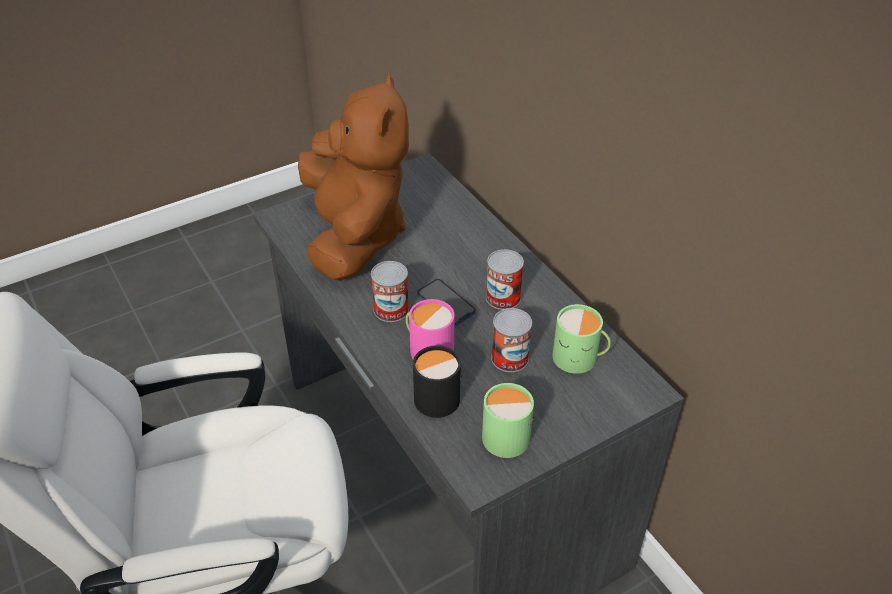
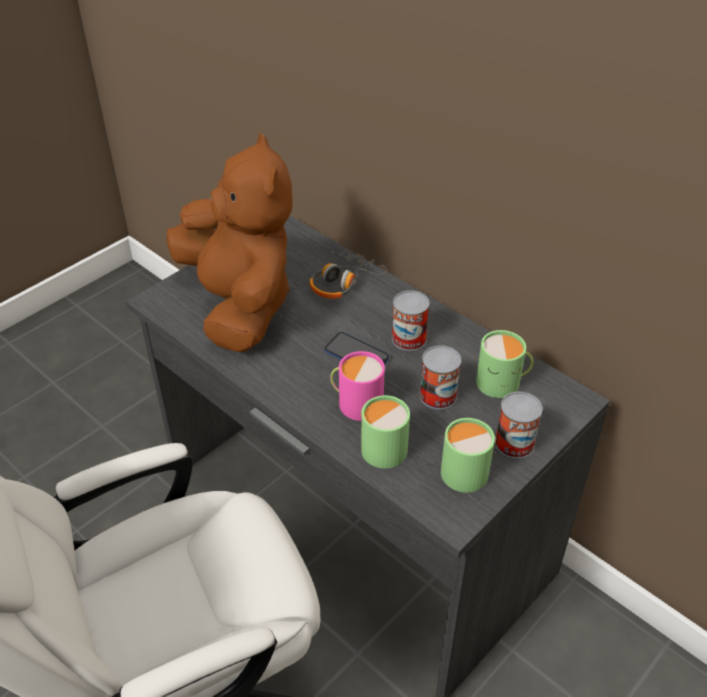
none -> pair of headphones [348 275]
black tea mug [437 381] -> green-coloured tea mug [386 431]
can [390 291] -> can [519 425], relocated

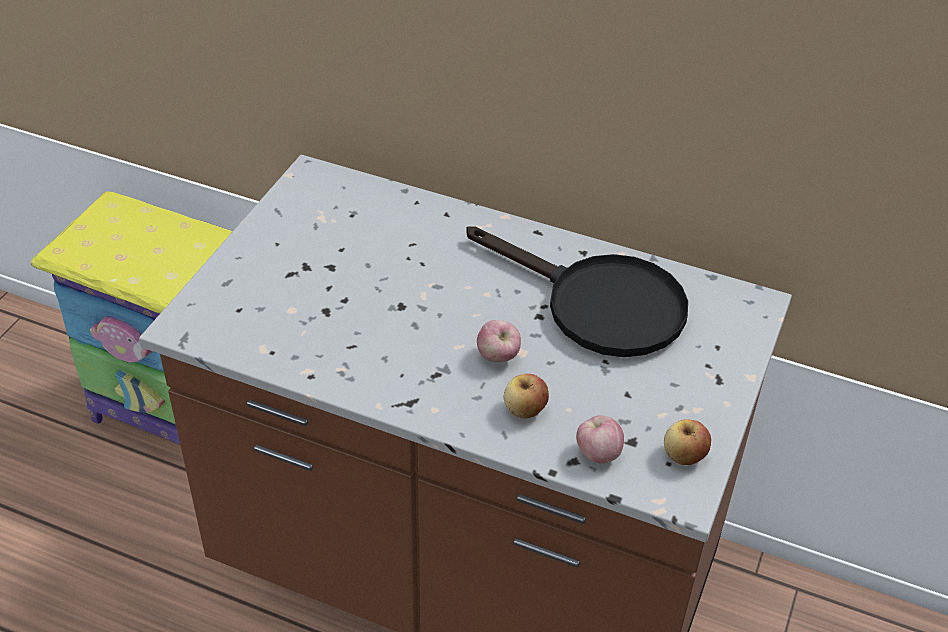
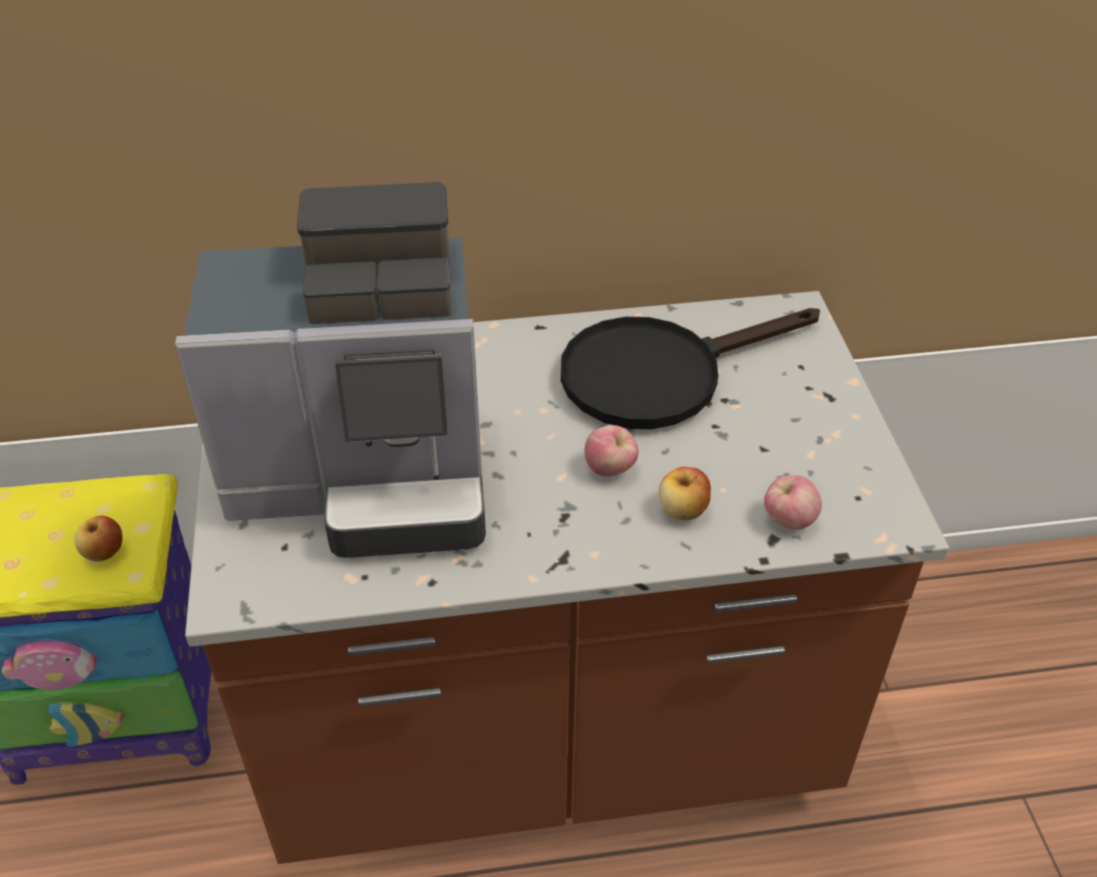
whole apple [687 442] -> whole apple [98 539], relocated
none -> coffee machine [330 370]
black skillet [577 291] -> black skillet [690 368], 150 degrees clockwise

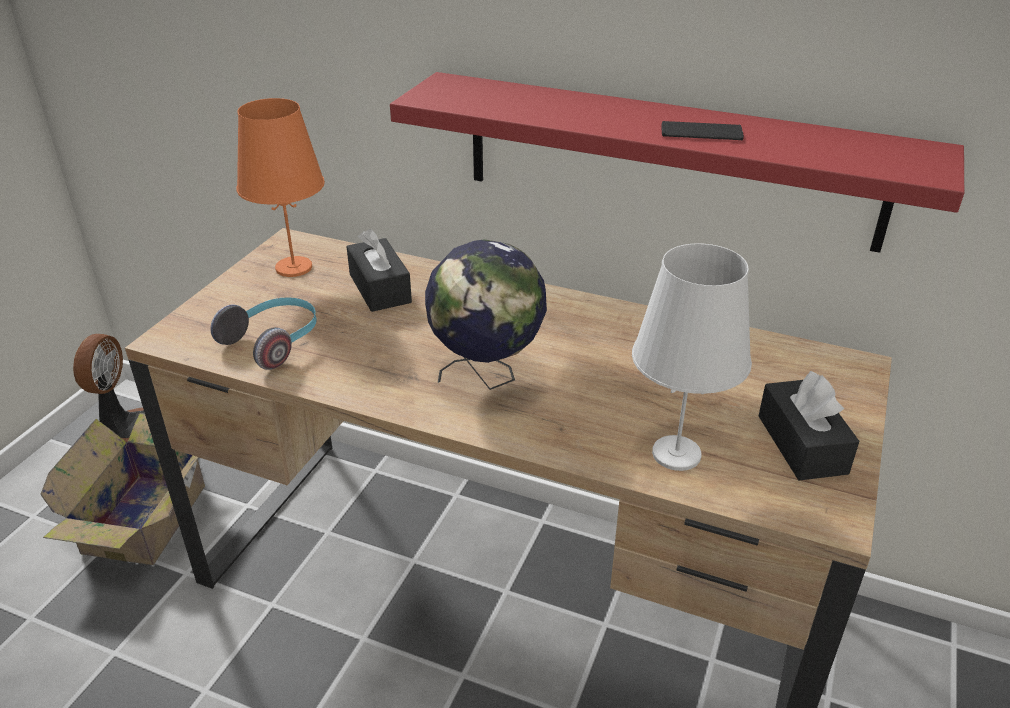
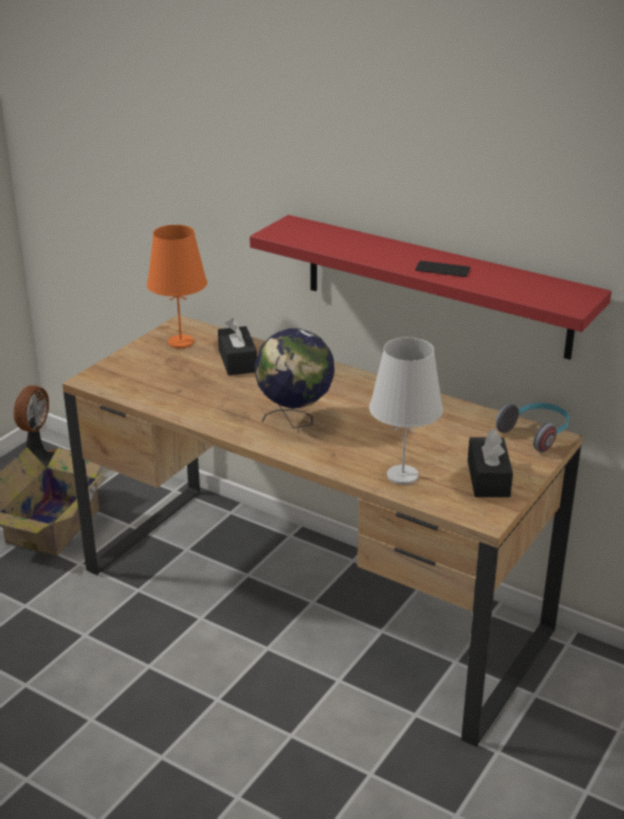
pair of headphones [263 333] -> pair of headphones [532 427], relocated

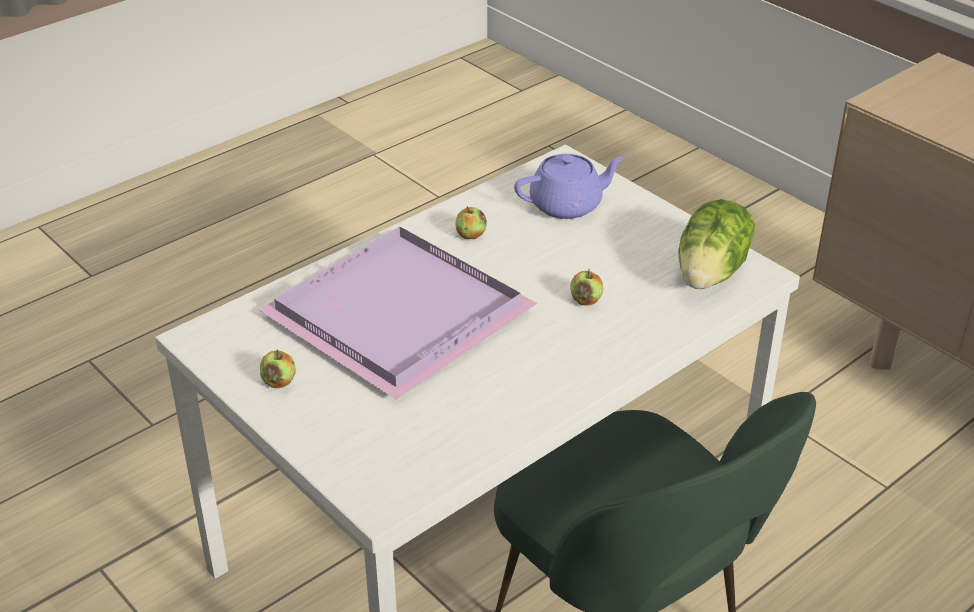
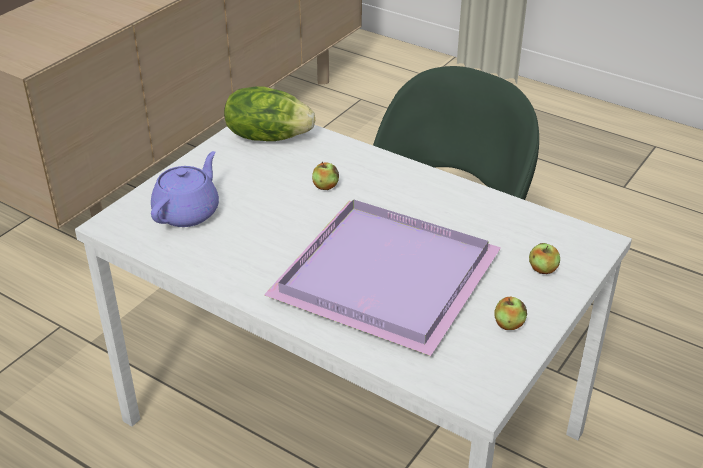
purple-coloured pot for tea [570 186] -> purple-coloured pot for tea [185 189], 60 degrees clockwise
whole apple [471 222] -> whole apple [544 258], relocated

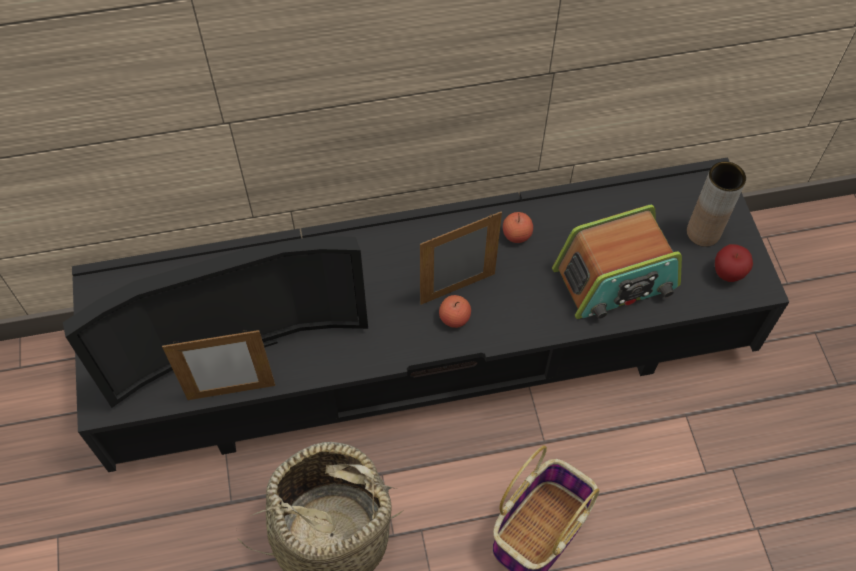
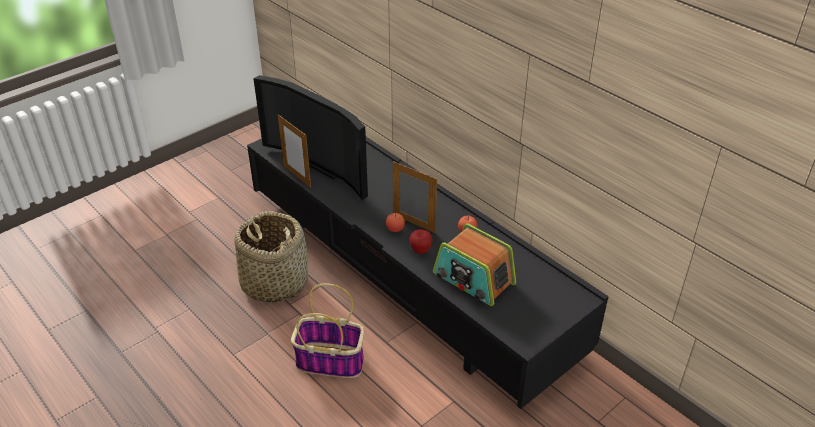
whole apple [734 263] -> whole apple [421 241], relocated
brownish vase [716 204] -> none

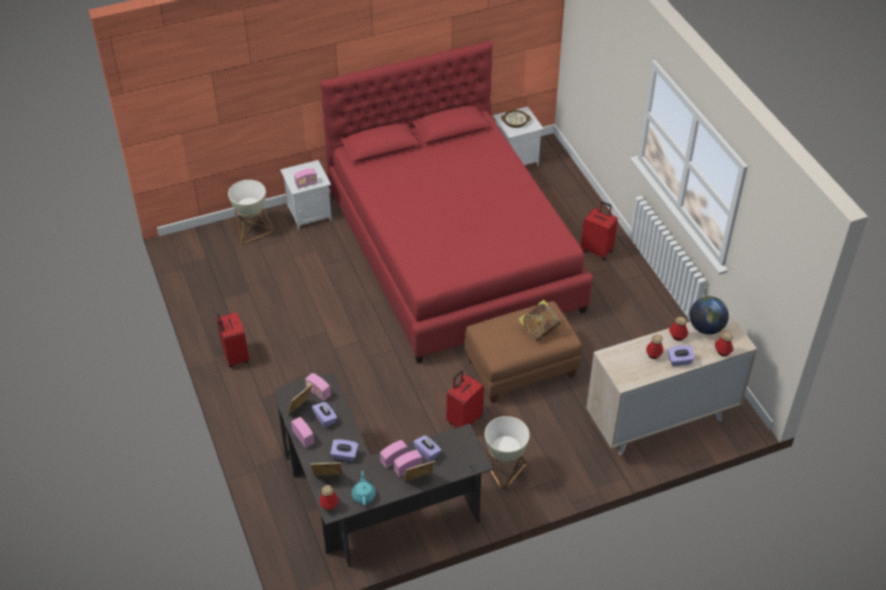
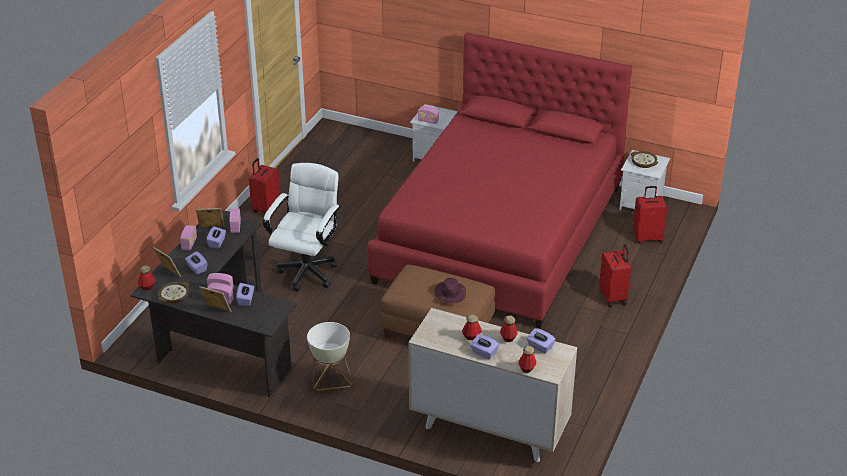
turquoise-coloured pot for tea [364 488] -> bowl [173 293]
none -> whitish desk chair [302 227]
volume [539 320] -> purple-coloured clothing hat [450 290]
globe [709 315] -> purple-coloured tissue holder [541 340]
red-coloured travel case [465 399] -> red-coloured travel case [650 215], relocated
planter [251 212] -> none

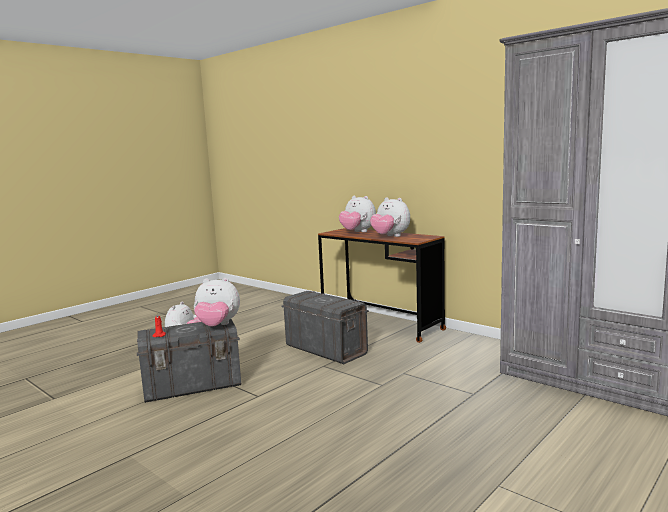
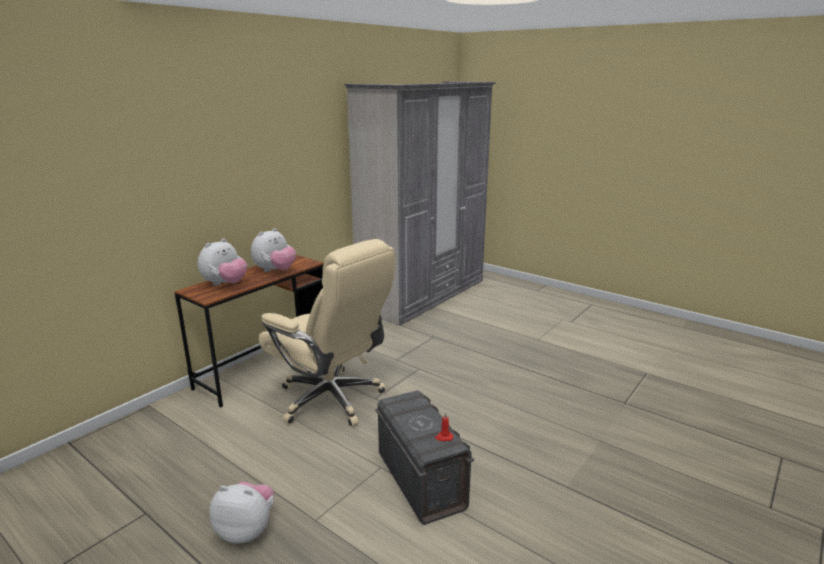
gray storage box [325 327] -> sand-coloured desk chair [327 333]
plush toy [217 302] -> none

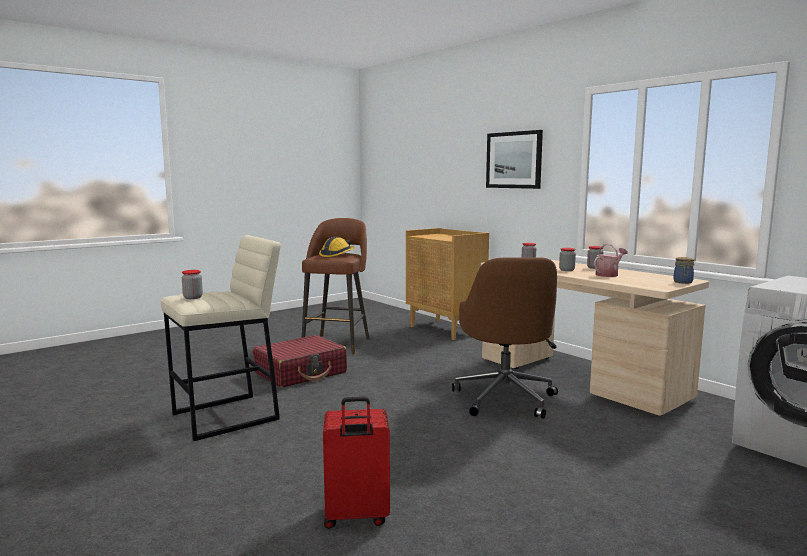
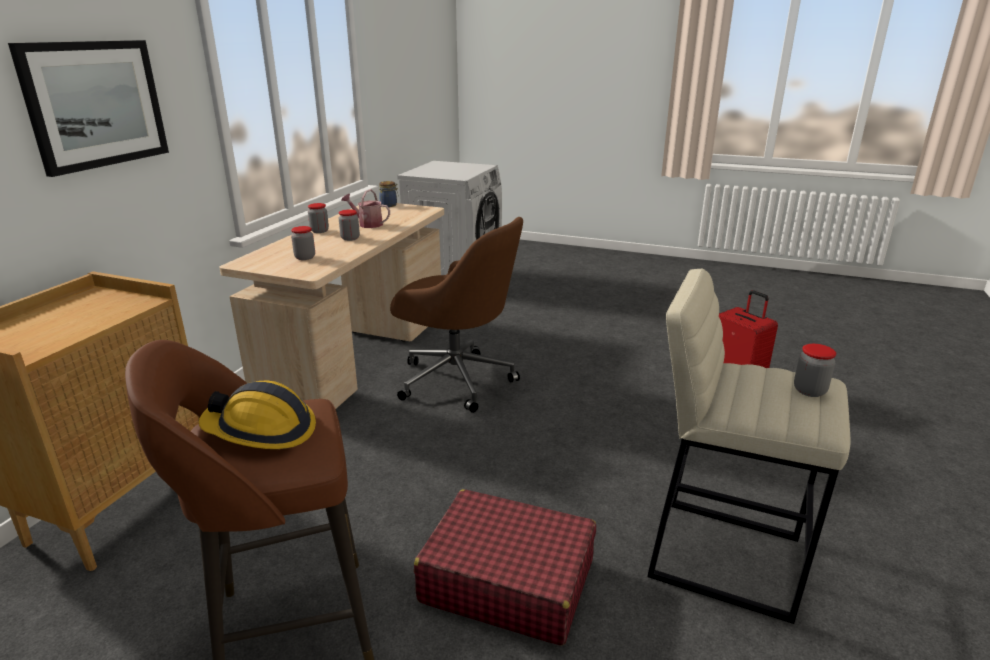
brownish desk chair [505 338] -> brownish desk chair [456 315], 60 degrees clockwise

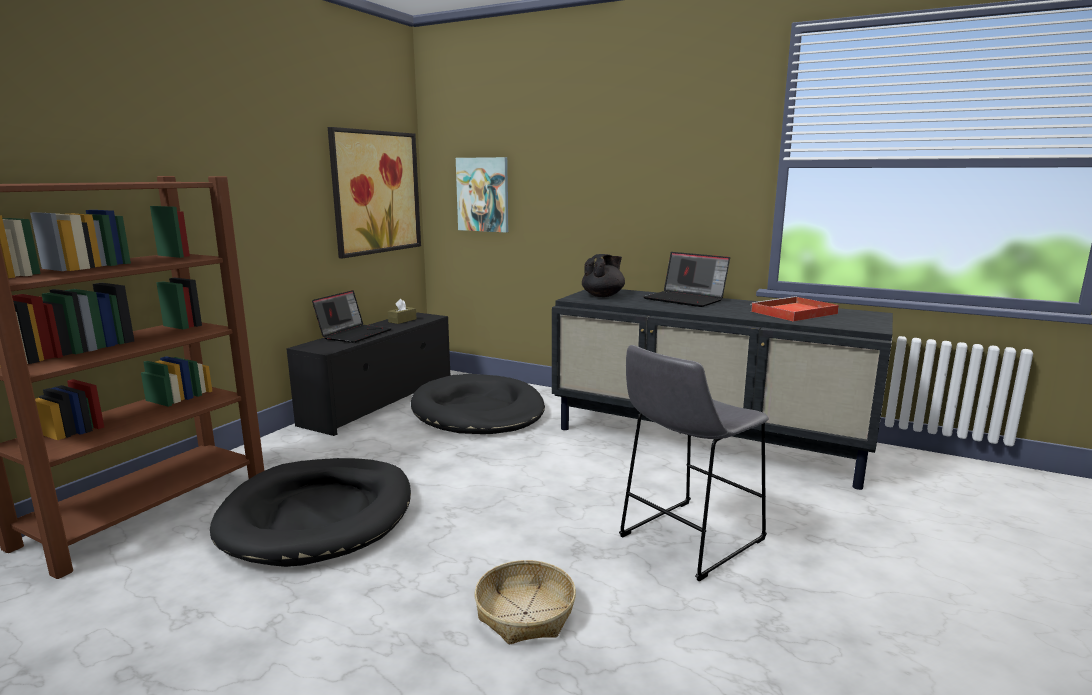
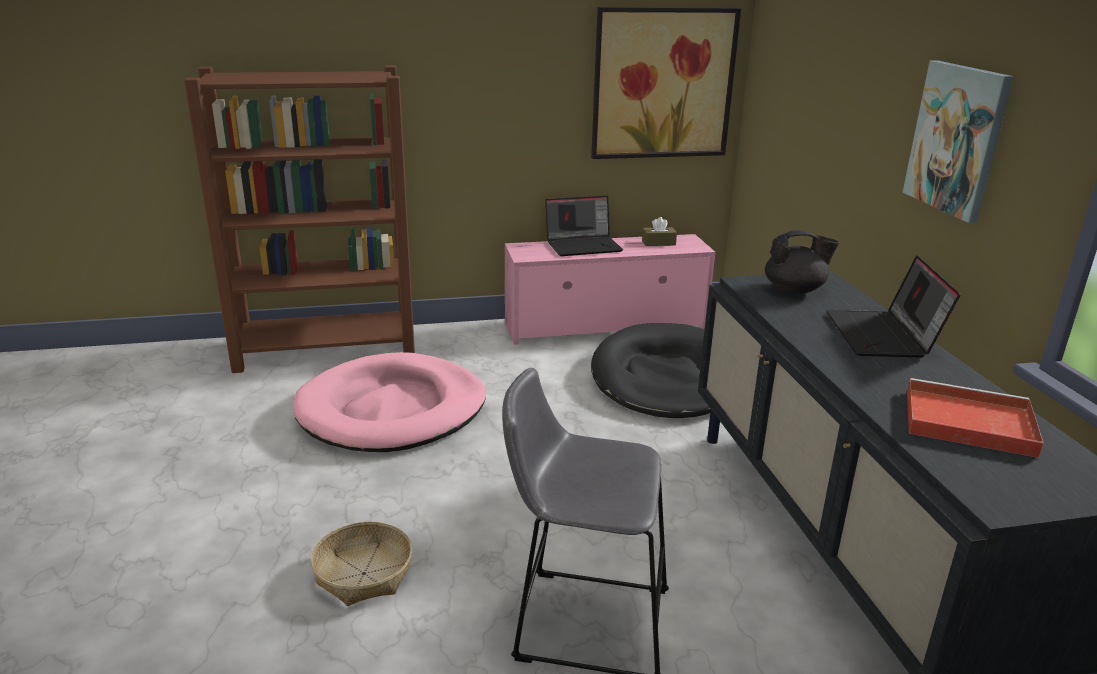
black pet bed [310 512] -> pink pet bed [389 402]
black tv stand [368 374] -> pink tv stand [610 289]
wall art [482 195] -> wall art [958 142], relocated

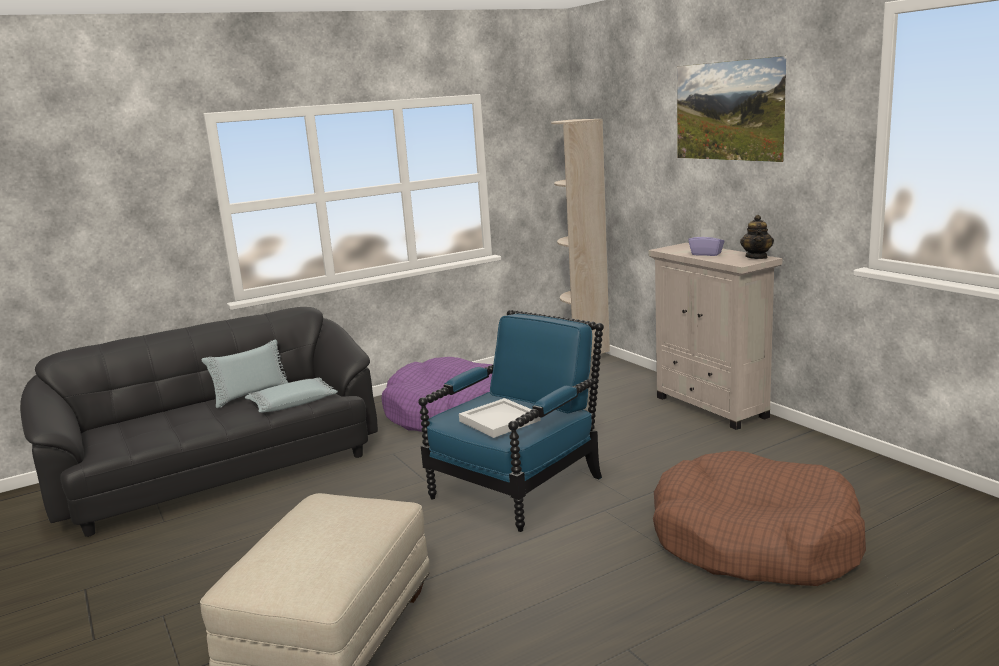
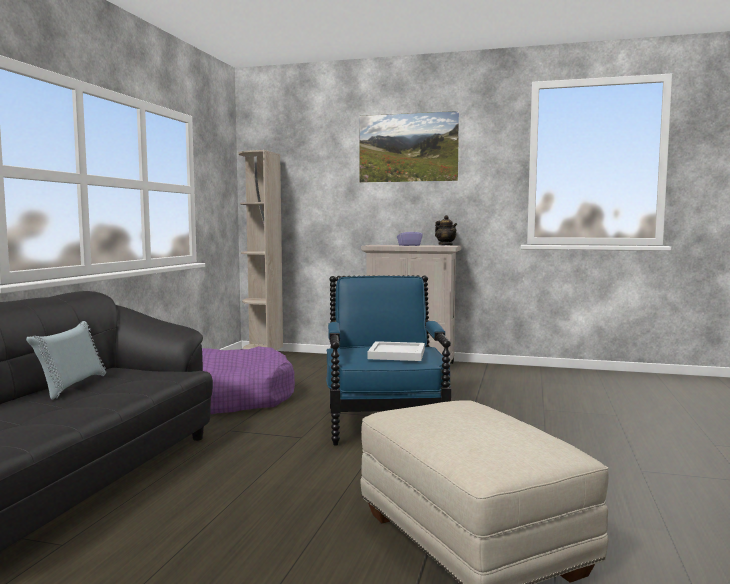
blue pillow [291 395] -> none
brownish pet bed [759 518] -> none

